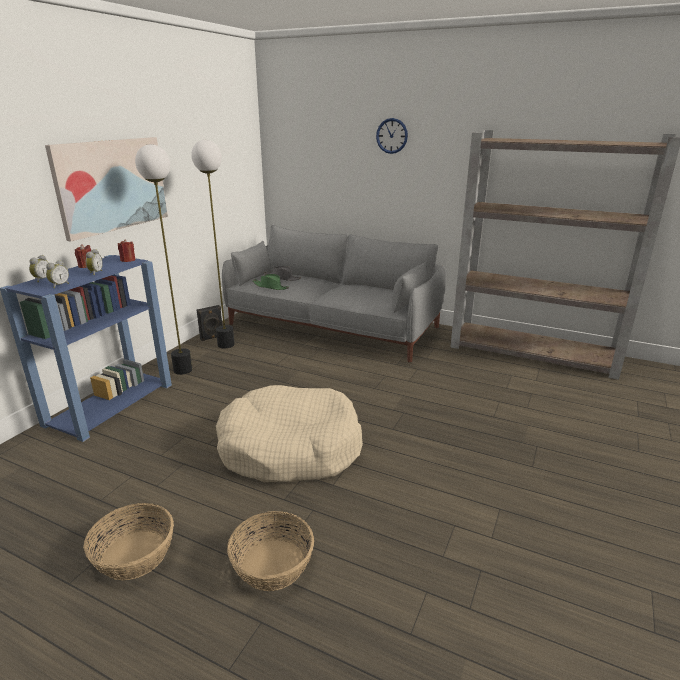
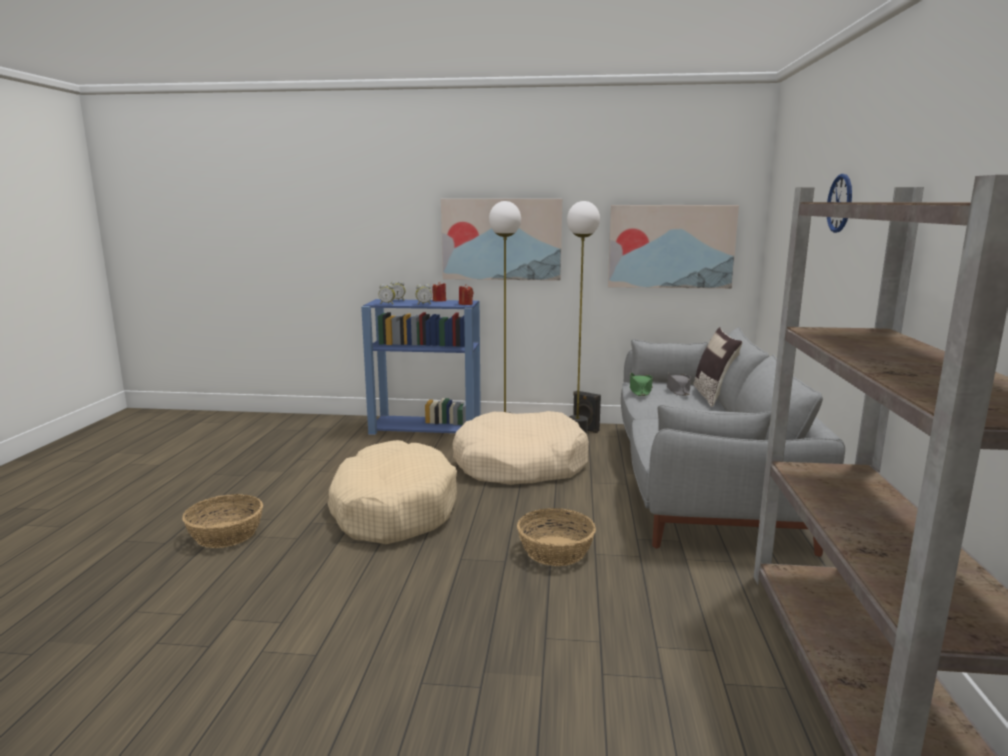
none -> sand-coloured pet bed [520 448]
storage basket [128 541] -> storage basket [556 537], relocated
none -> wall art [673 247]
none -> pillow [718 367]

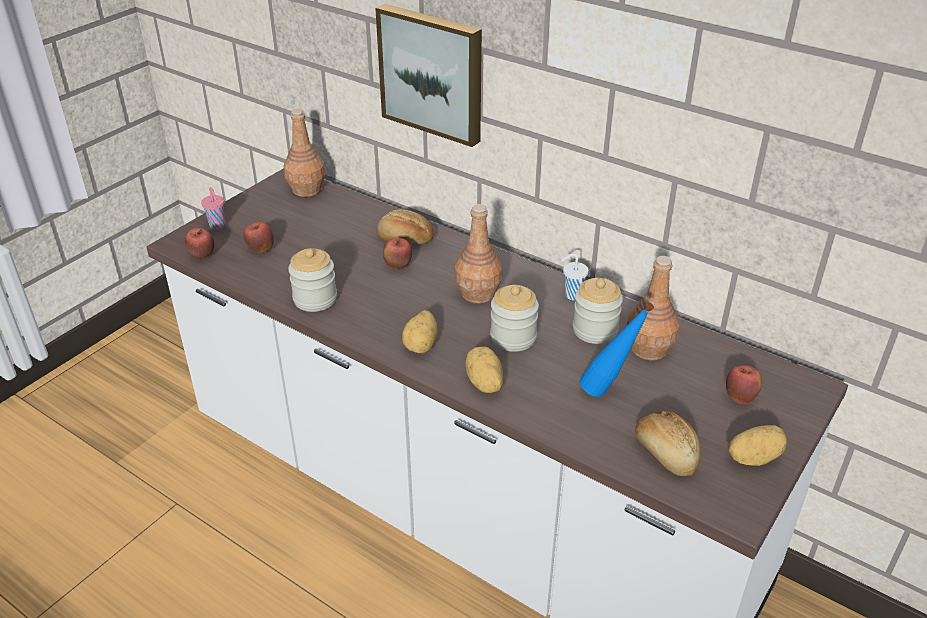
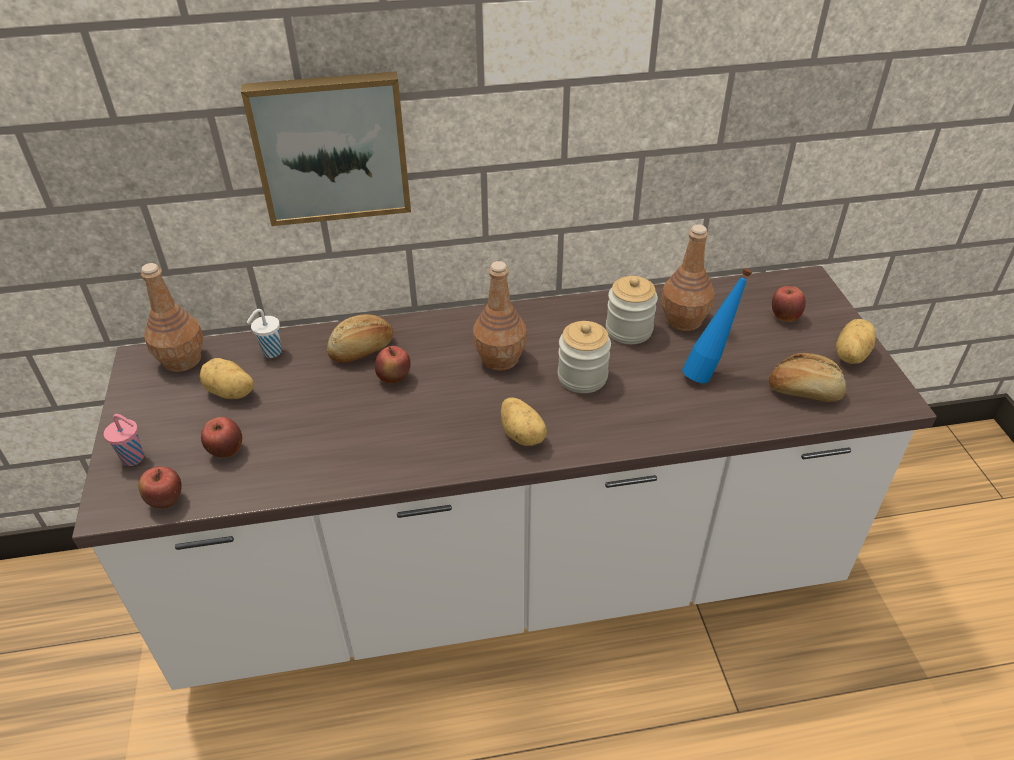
potato [484 369] -> potato [227 378], relocated
whitish drinking cup [575 276] -> whitish drinking cup [264 333], relocated
preserve jar [312 280] -> none

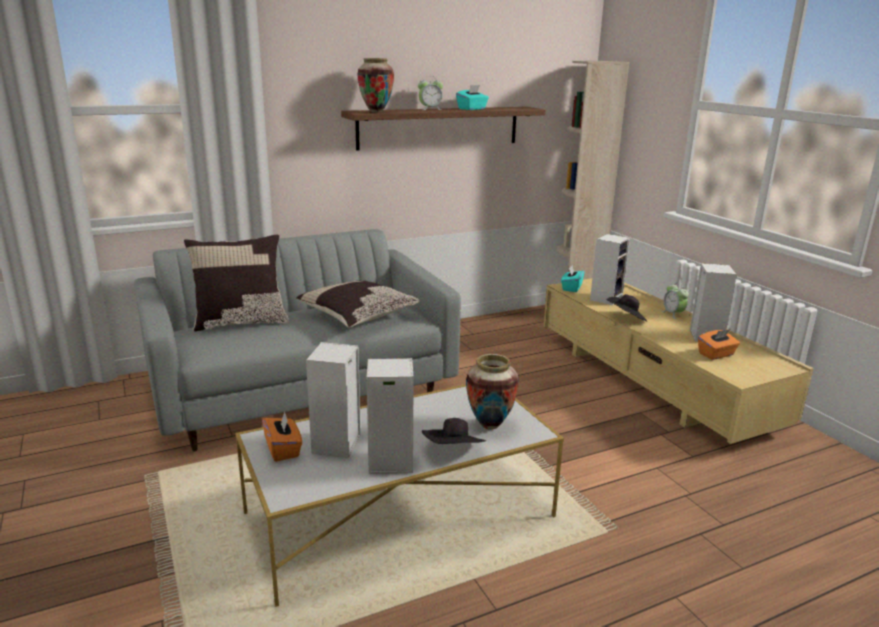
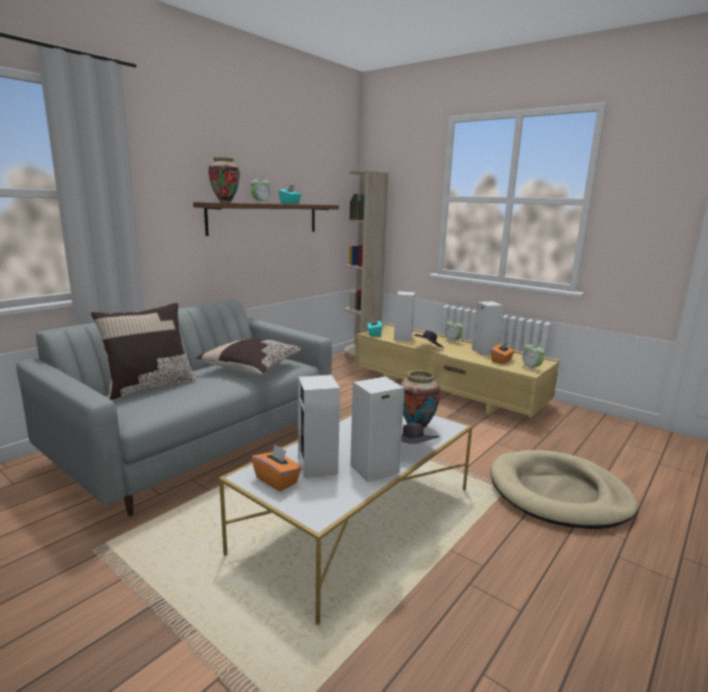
none -> sand-coloured pet bed [564 489]
none -> table clock [533 357]

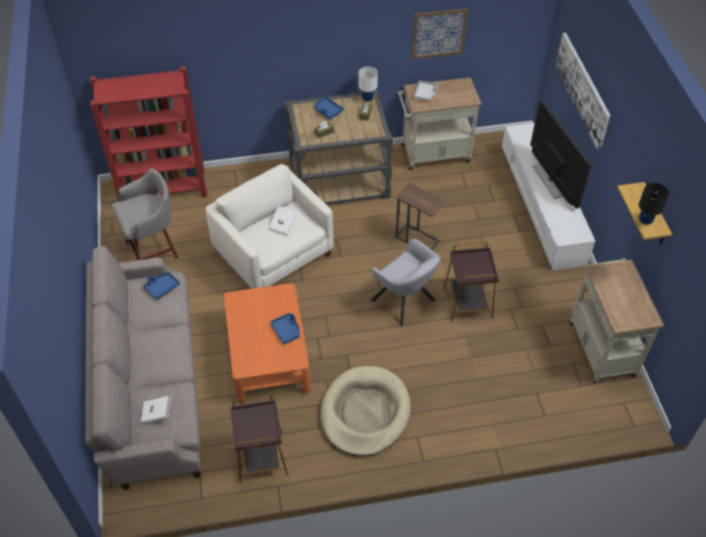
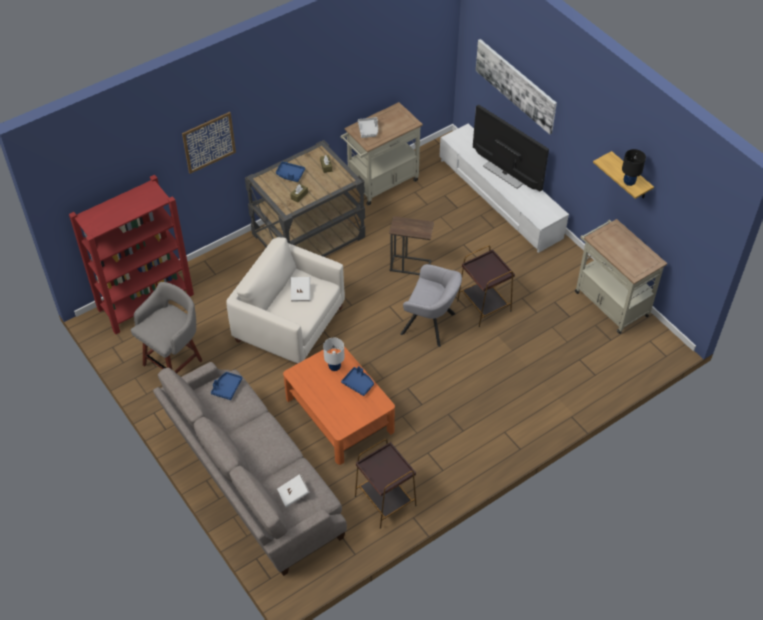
wall art [440 33] -> wall art [209 143], relocated
whitish tabletop lamp [368 83] -> whitish tabletop lamp [334 354], relocated
sand-coloured pet bed [366 411] -> none

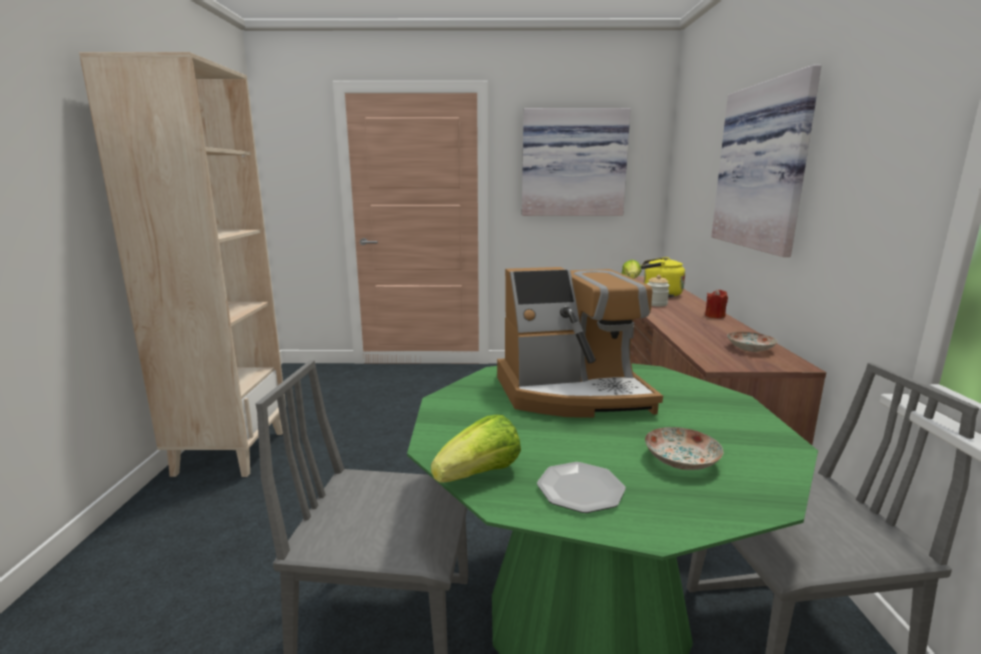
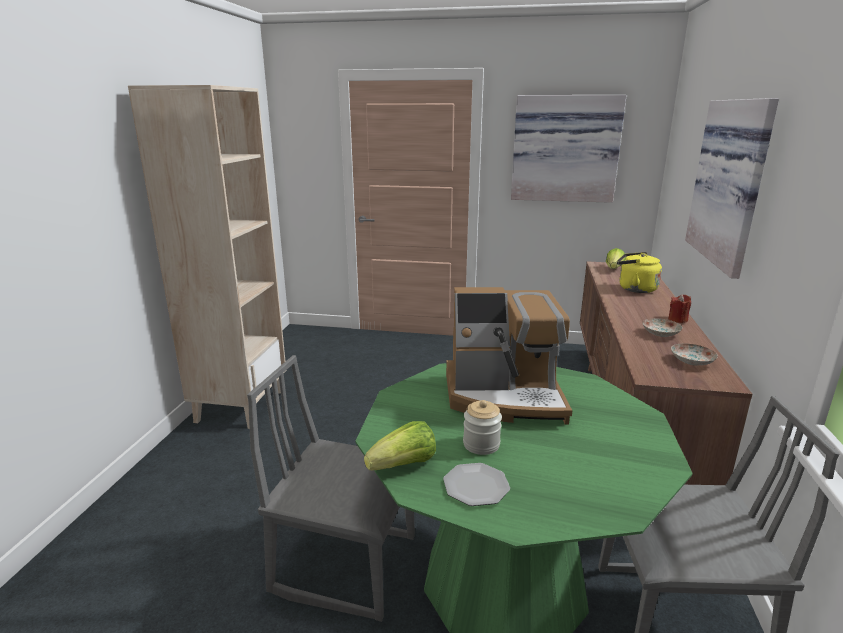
preserve jar [658 291] -> preserve jar [482 427], relocated
plate [684 448] -> plate [662 327], relocated

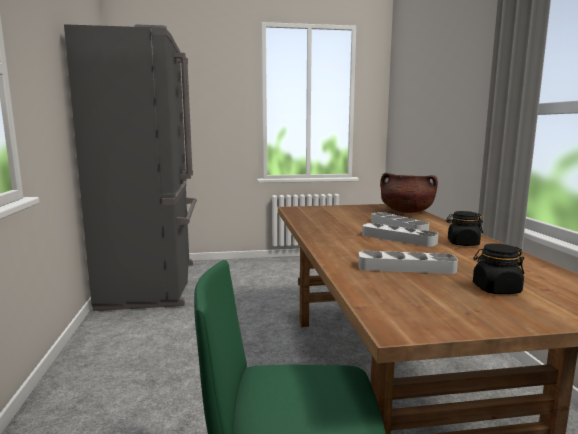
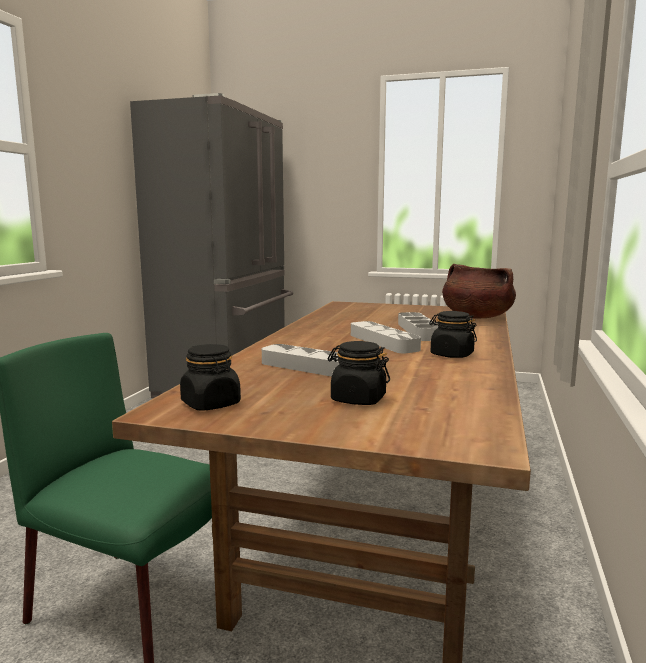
none -> black preserve jar [210 377]

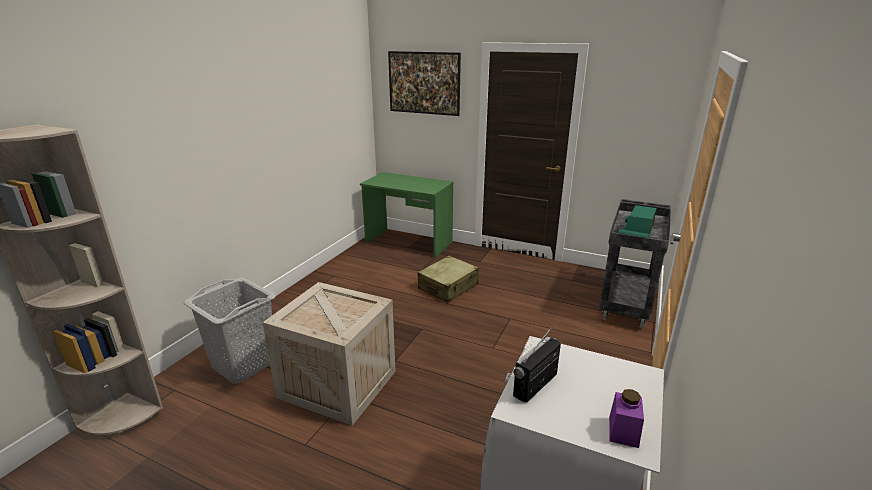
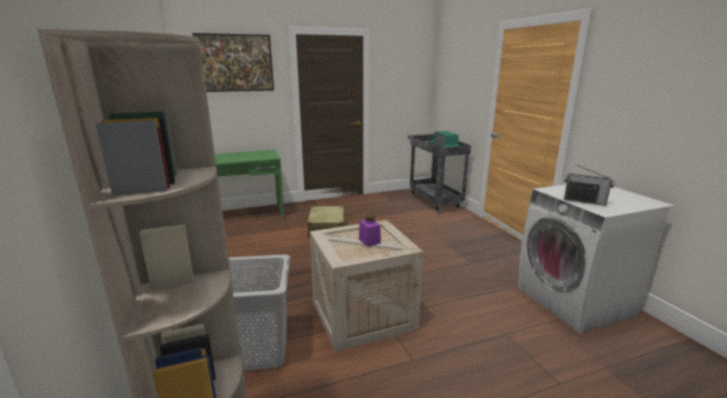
purple-coloured preserve jar [626 418] -> purple-coloured preserve jar [370 231], relocated
radio set [537 364] -> radio set [589 185], 60 degrees counterclockwise

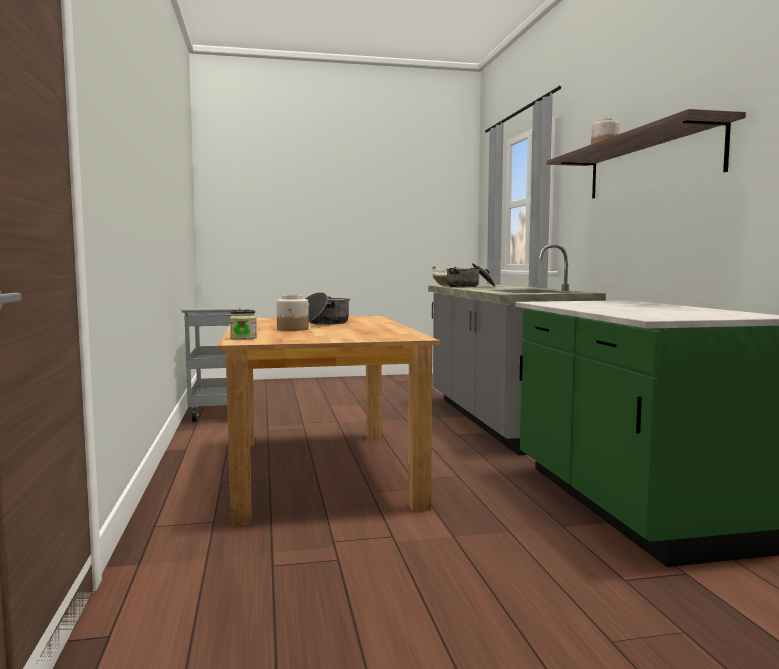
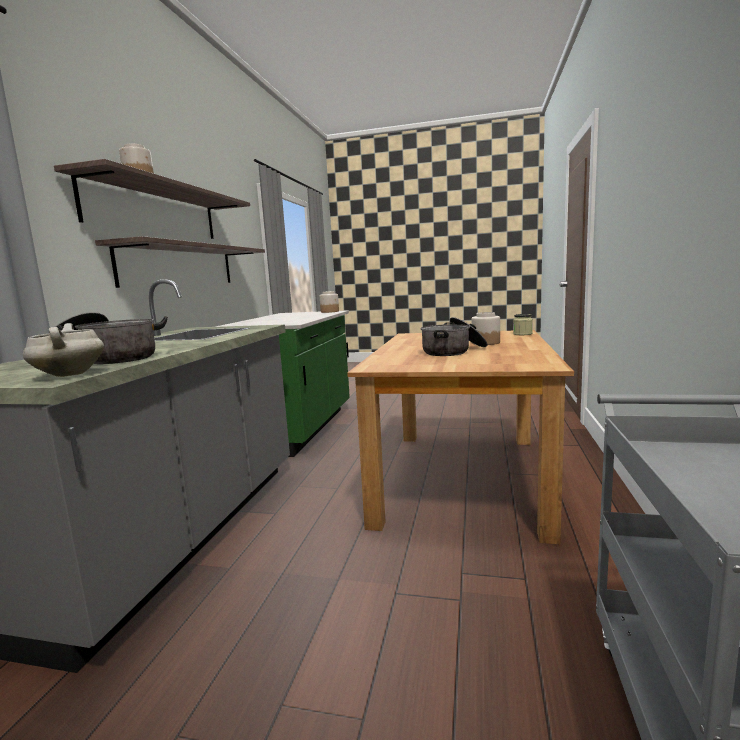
none -> wall shelf [180 262]
none -> preserve jar [329 302]

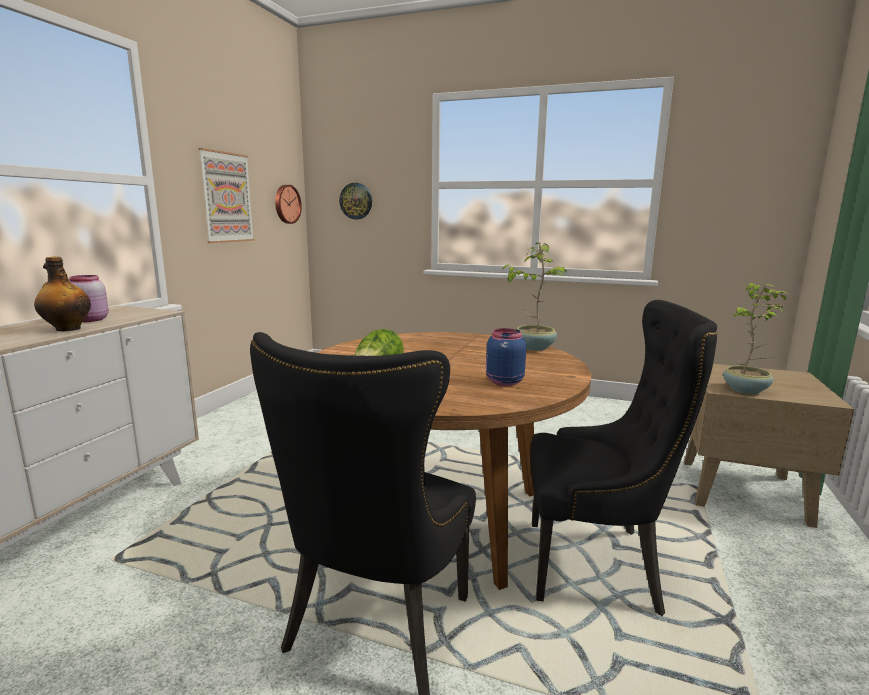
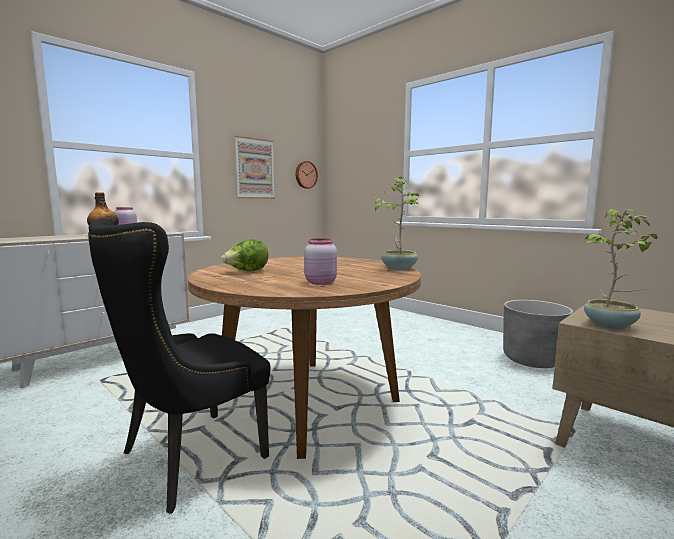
blue preserve jar [506 357] -> pink preserve jar [320 261]
none -> gray planter [538 334]
clock on the wall [355 201] -> none
black upright chair [624 458] -> none

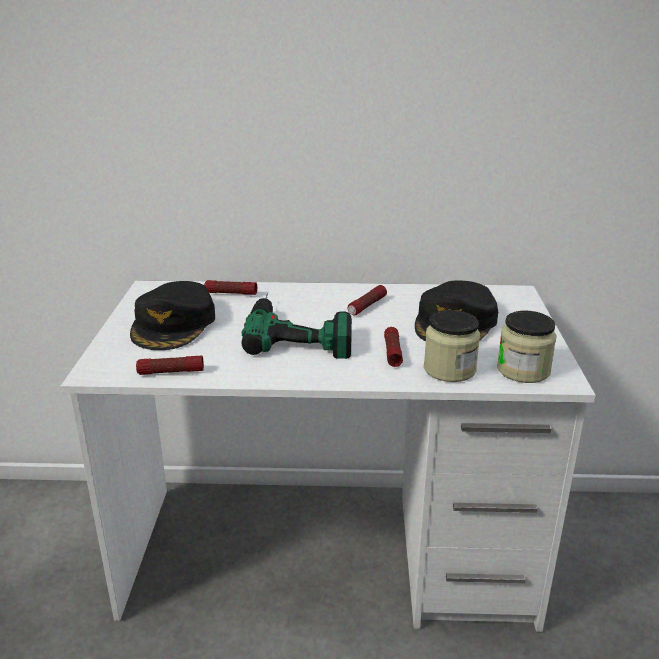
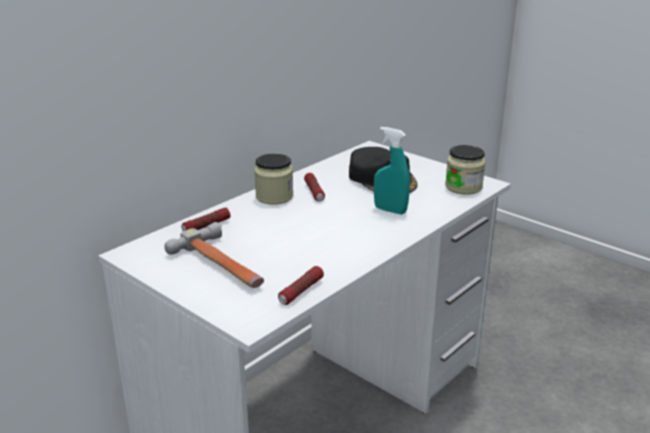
black peaked cap [172 315] -> hand hammer [214 255]
preserve jar [452 346] -> preserve jar [273 179], relocated
torch [393 347] -> turquoise-coloured spray bottle [392 171]
electric drill [296 326] -> none

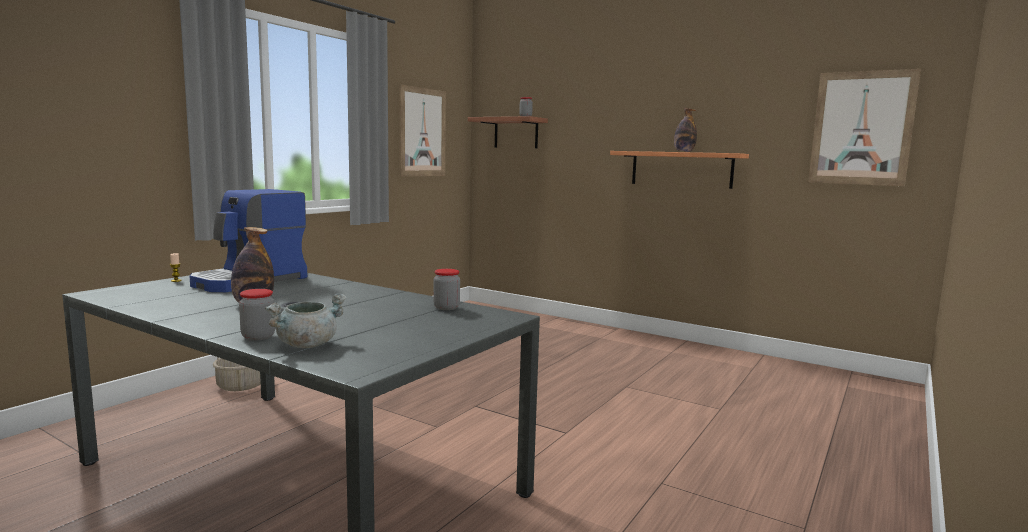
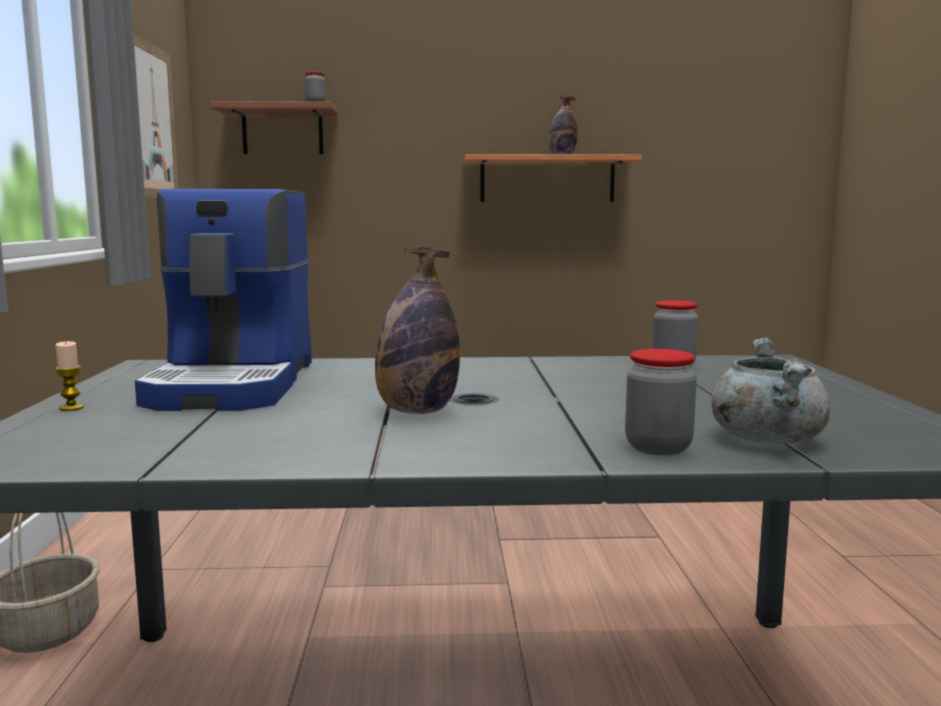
wall art [864 127] -> none

